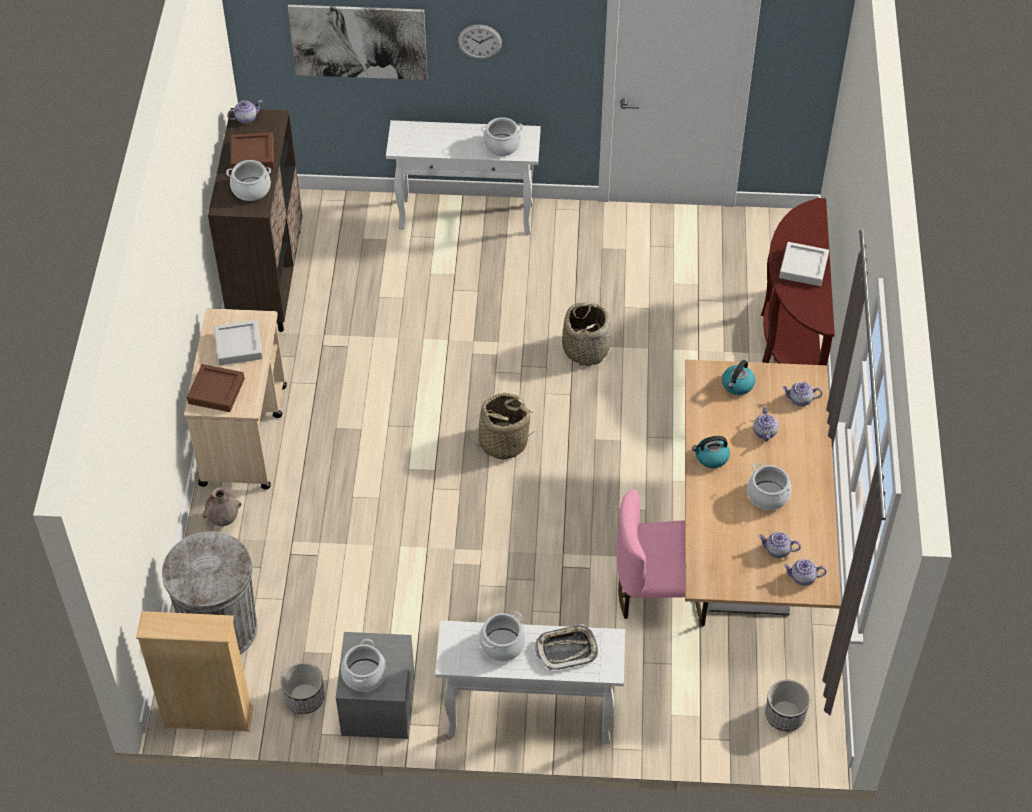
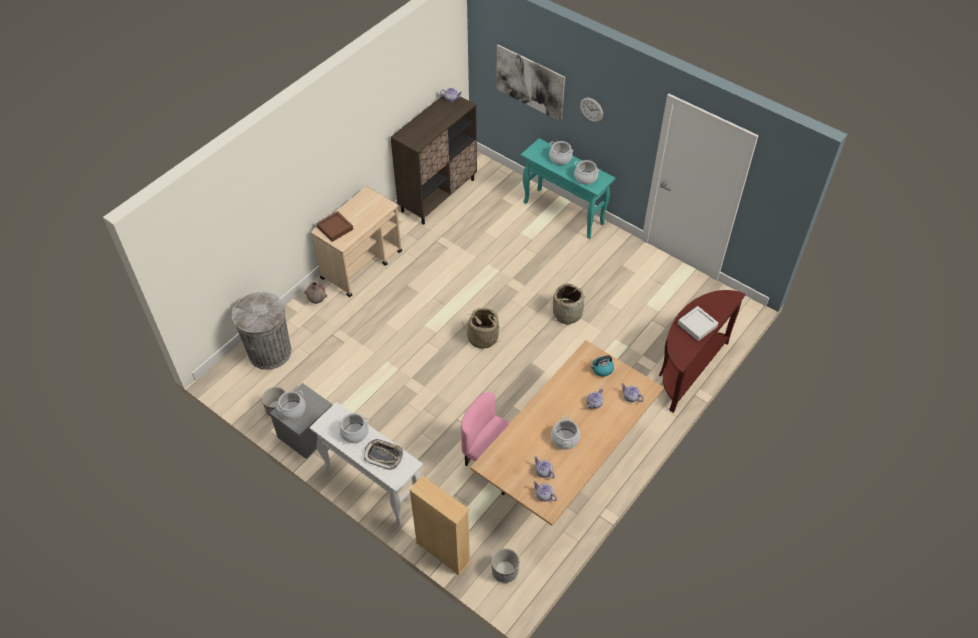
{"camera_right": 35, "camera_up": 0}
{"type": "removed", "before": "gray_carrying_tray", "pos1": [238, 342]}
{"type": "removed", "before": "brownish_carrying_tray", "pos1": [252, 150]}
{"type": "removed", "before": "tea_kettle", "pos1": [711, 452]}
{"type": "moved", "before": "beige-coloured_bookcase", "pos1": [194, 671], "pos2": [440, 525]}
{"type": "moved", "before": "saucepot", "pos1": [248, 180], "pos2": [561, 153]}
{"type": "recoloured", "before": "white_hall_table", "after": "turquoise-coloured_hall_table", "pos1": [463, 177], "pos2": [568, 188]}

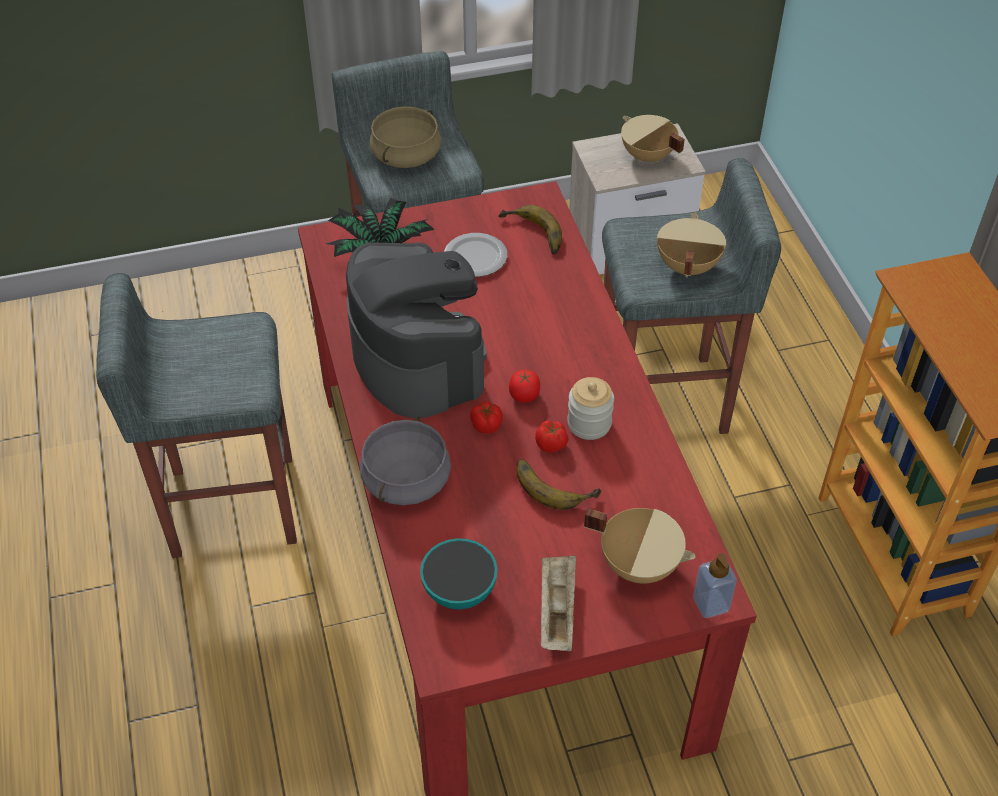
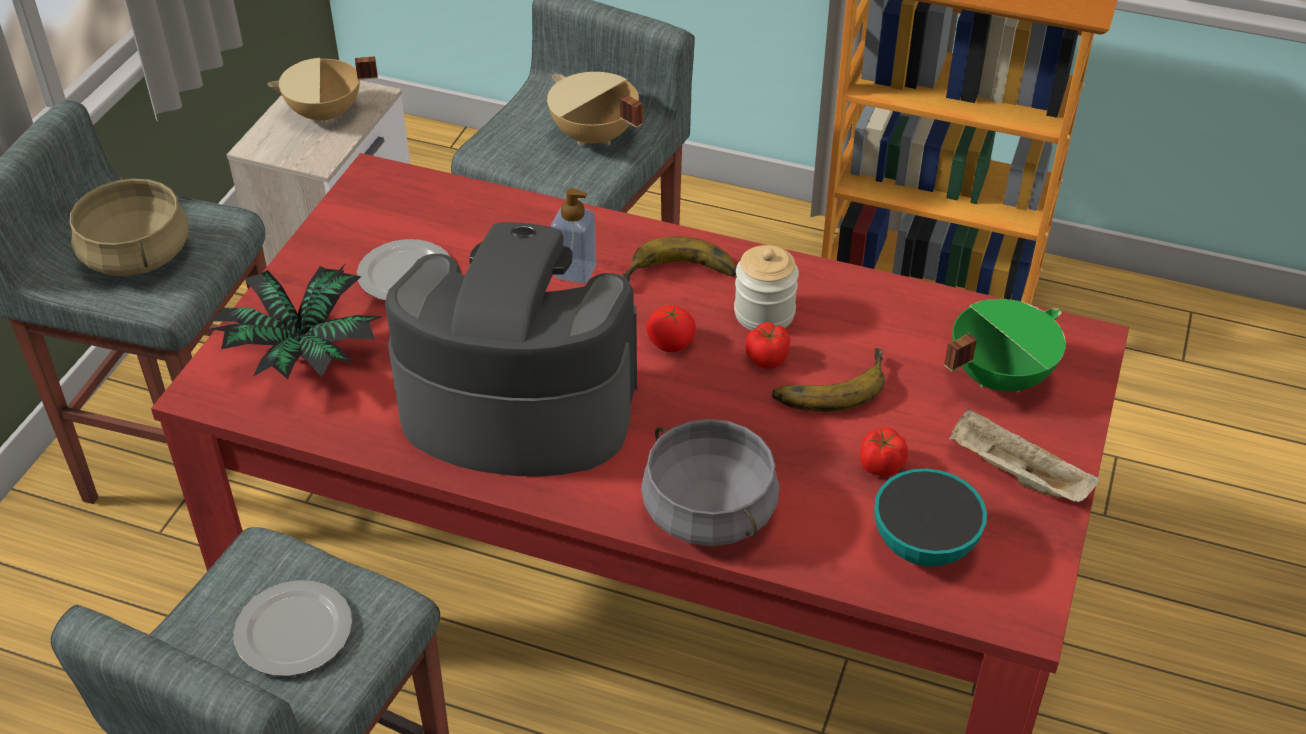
{"camera_right": -55, "camera_up": -5}
{"type": "added", "after": "plate", "pos2": [292, 628]}
{"type": "moved", "before": "whole_tomato", "pos1": [486, 417], "pos2": [884, 452]}
{"type": "moved", "before": "banana_fruit", "pos1": [530, 229], "pos2": [679, 259]}
{"type": "moved", "before": "liquid_soap_bottle", "pos1": [715, 585], "pos2": [573, 236]}
{"type": "recoloured", "before": "beige-coloured_saucepot", "after": "greenish_saucepot", "pos1": [639, 546], "pos2": [1005, 345]}

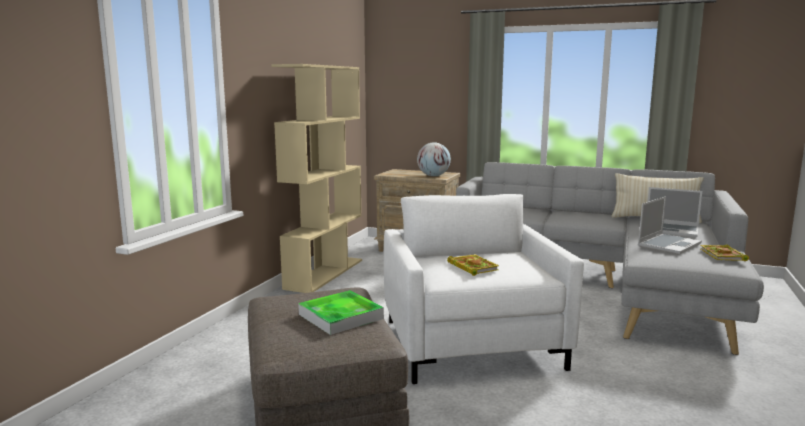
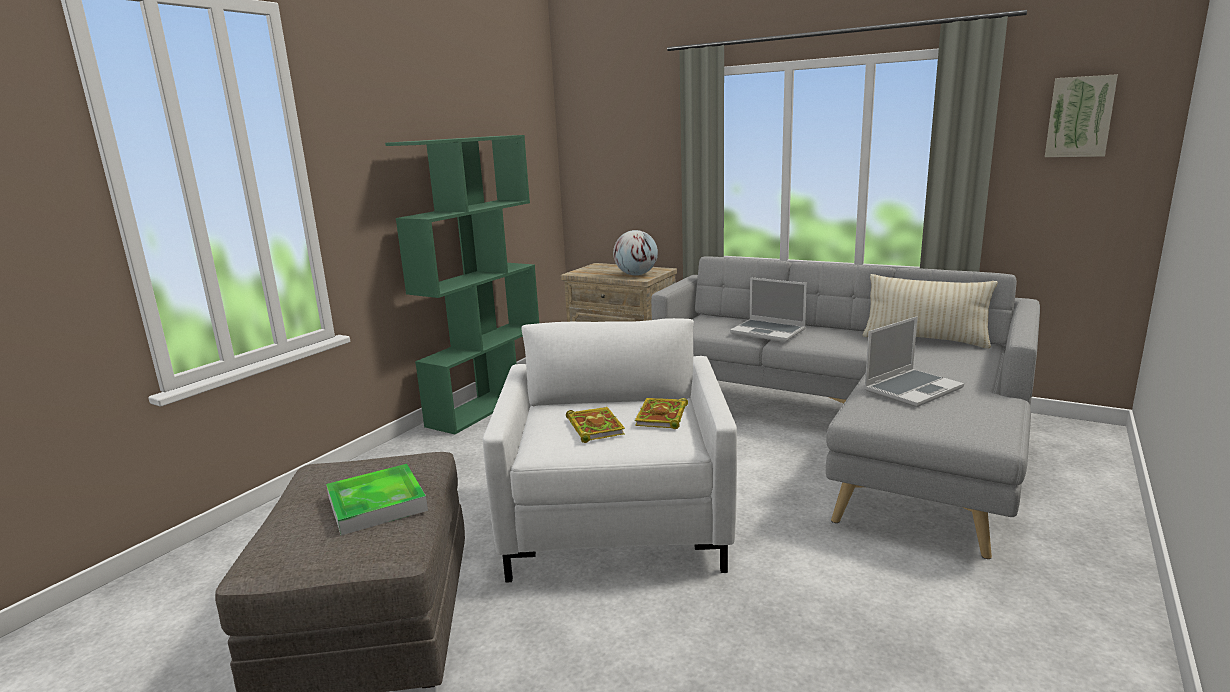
{"camera_right": 10, "camera_up": 5}
{"type": "added", "after": "wall_picture", "pos2": [1081, 115]}
{"type": "moved", "before": "notebook_computer", "pos1": [675, 212], "pos2": [768, 309]}
{"type": "moved", "before": "volume", "pos1": [724, 252], "pos2": [661, 413]}
{"type": "recoloured", "before": "beige-coloured_bookcase", "after": "greenish_bookcase", "pos1": [317, 178], "pos2": [462, 284]}

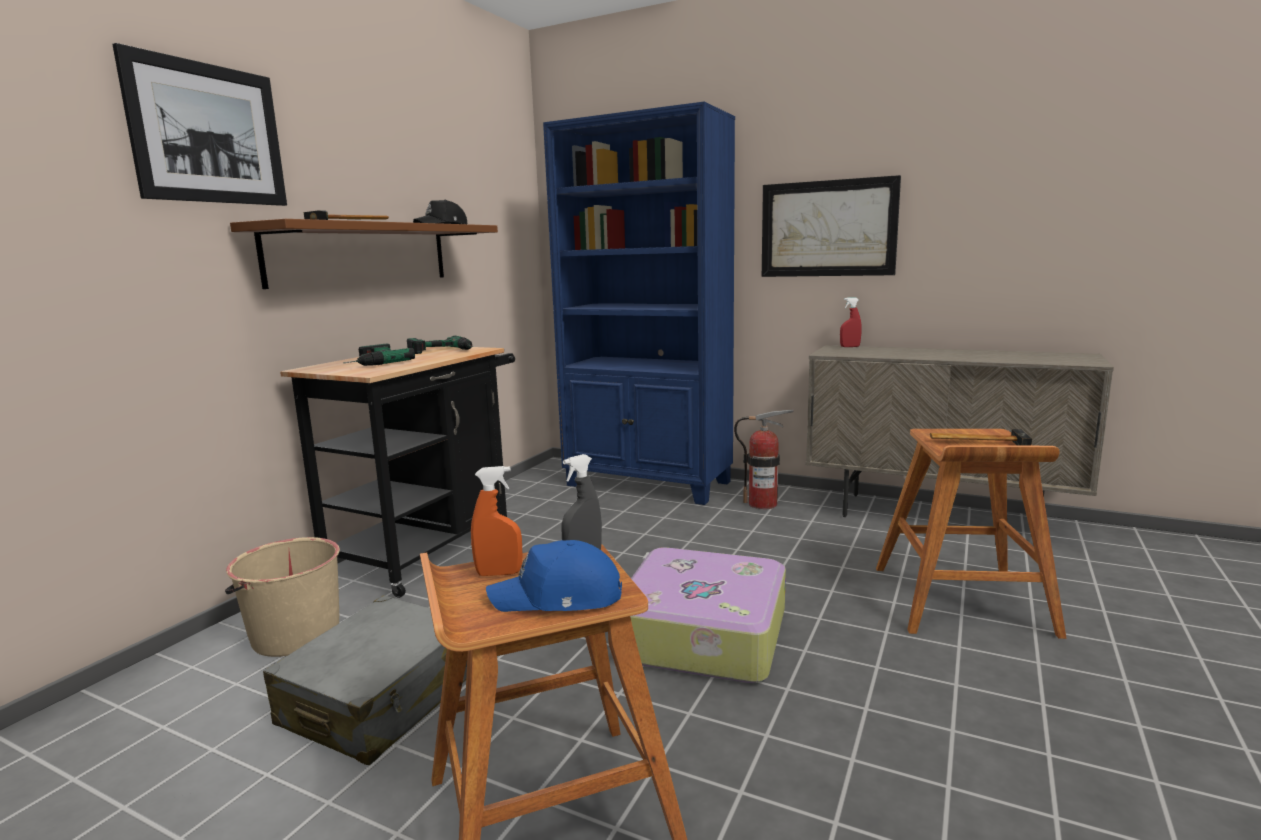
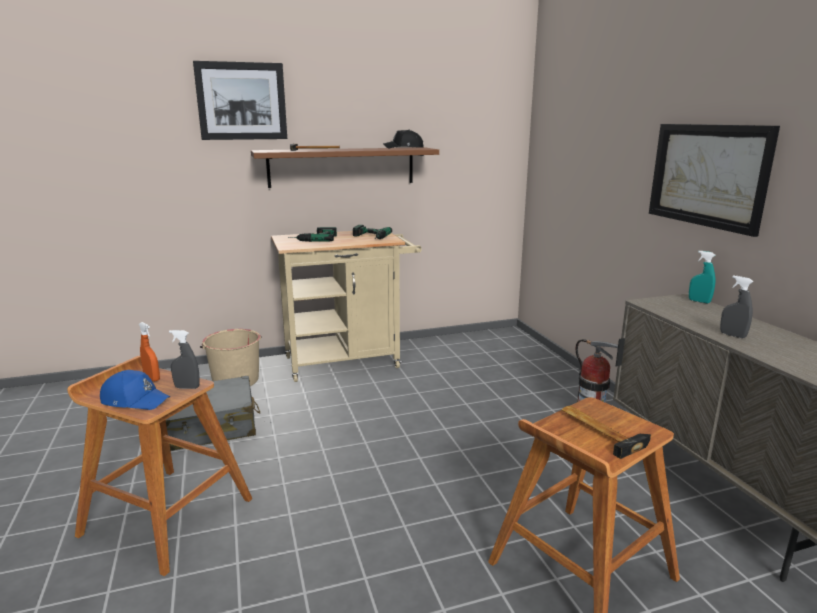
{"camera_right": 45, "camera_up": 5}
{"type": "removed", "before": "blue_bookcase", "pos1": [639, 303]}
{"type": "removed", "before": "piece_of_luggage", "pos1": [708, 615]}
{"type": "added", "after": "gray_sprayer", "pos2": [737, 306]}
{"type": "recoloured", "before": "black_wheeled_cart", "after": "beige-coloured_wheeled_cart", "pos1": [397, 472], "pos2": [346, 306]}
{"type": "recoloured", "before": "reddish_sprayer", "after": "turquoise-coloured_sprayer", "pos1": [851, 322], "pos2": [702, 277]}
{"type": "turned", "before": "blue_peaked_cap", "pos1": [554, 576], "pos2": [135, 390], "turn": 150}

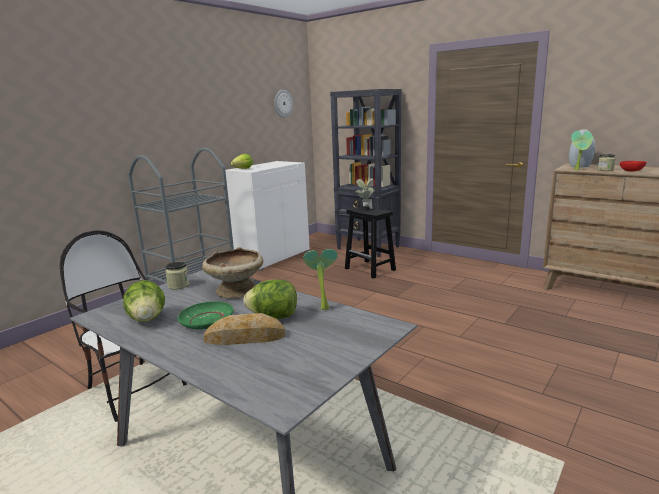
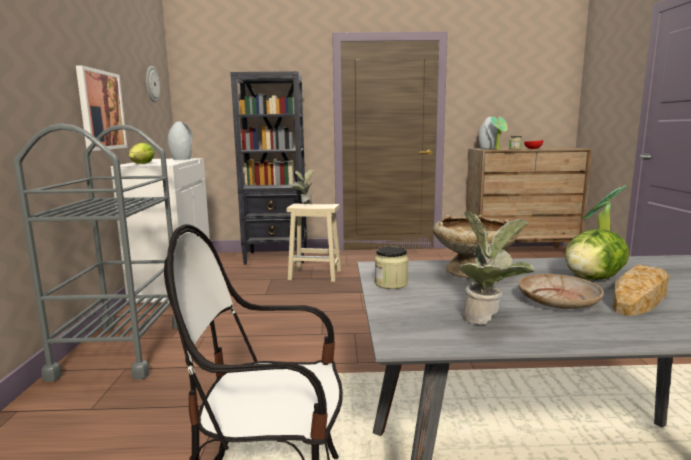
{"camera_right": -40, "camera_up": -5}
{"type": "added", "after": "wall_picture", "pos2": [101, 108]}
{"type": "added", "after": "gray_decorative_vase", "pos2": [180, 141]}
{"type": "replaced", "before": "lettuce", "after": "potted_plant", "pos1": [144, 301], "pos2": [497, 268]}
{"type": "recoloured", "before": "greenish_plate", "after": "beige-coloured_plate", "pos1": [205, 315], "pos2": [561, 291]}
{"type": "recoloured", "before": "black_stool_seat", "after": "beige-coloured_stool_seat", "pos1": [370, 242], "pos2": [314, 242]}

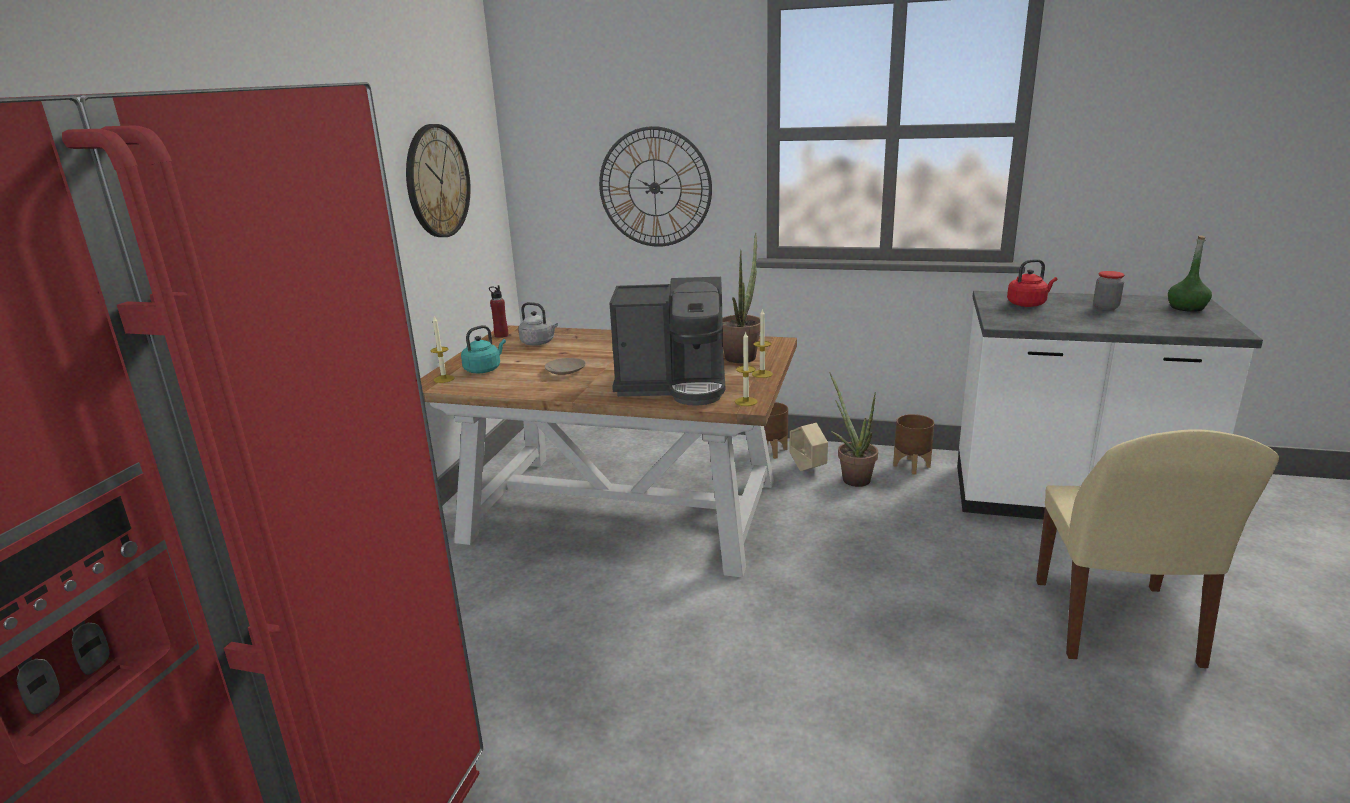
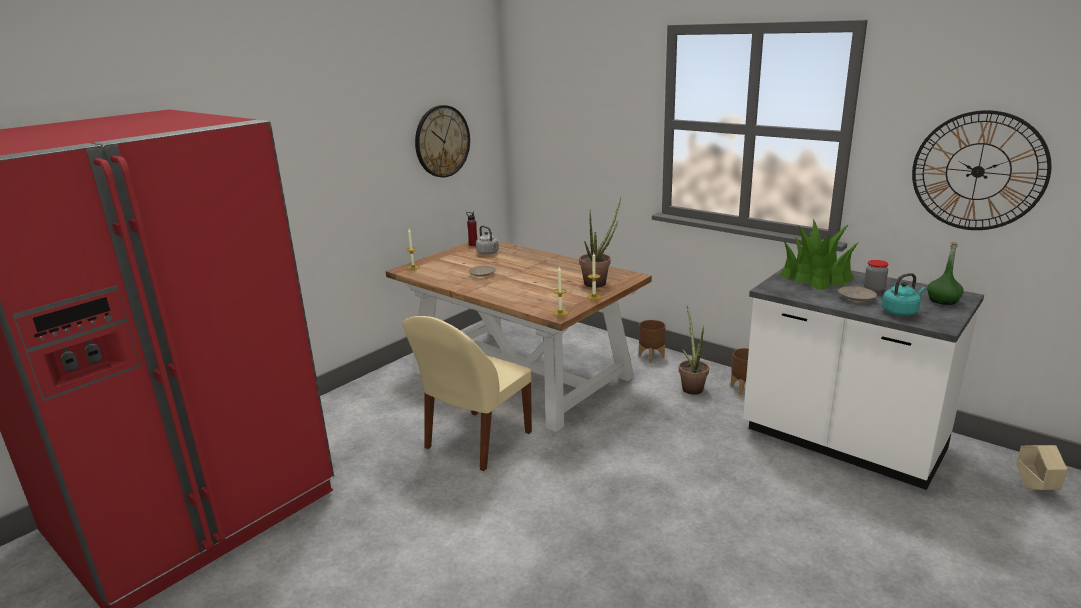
{"camera_right": 25, "camera_up": 0}
{"type": "removed", "before": "coffee_machine", "pos1": [667, 341]}
{"type": "added", "after": "beige-coloured_plate", "pos2": [857, 293]}
{"type": "moved", "before": "turquoise-coloured_tea_kettle", "pos1": [483, 349], "pos2": [903, 294]}
{"type": "moved", "before": "hanging_clock", "pos1": [655, 186], "pos2": [982, 170]}
{"type": "moved", "before": "beige-coloured_planter", "pos1": [808, 447], "pos2": [1041, 467]}
{"type": "moved", "before": "beige-coloured_plain_chair", "pos1": [1157, 548], "pos2": [467, 393]}
{"type": "replaced", "before": "reddish_tea_kettle", "after": "potted_plant", "pos1": [1032, 283], "pos2": [818, 254]}

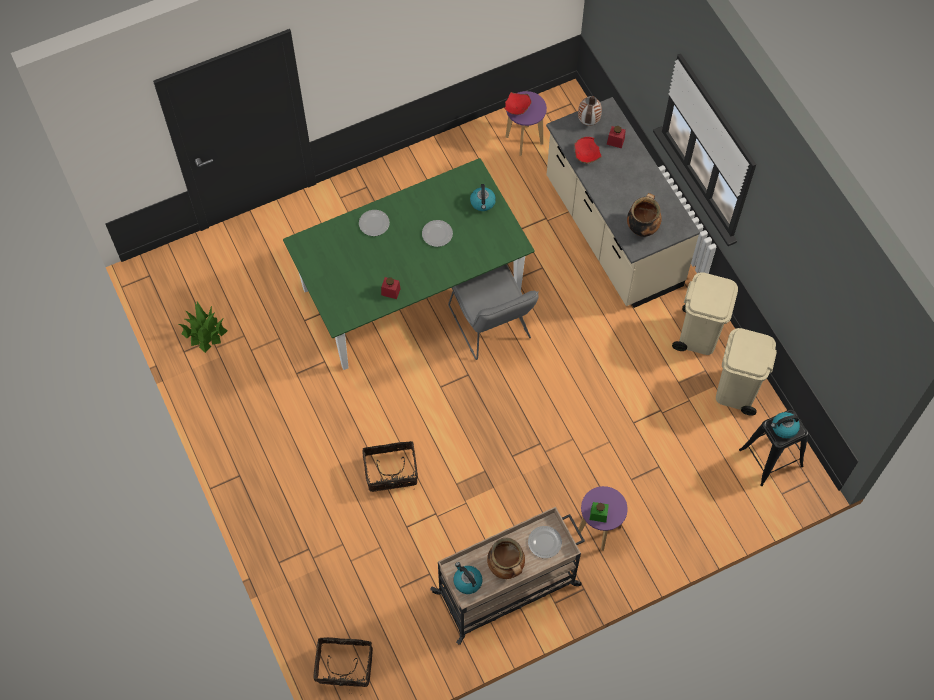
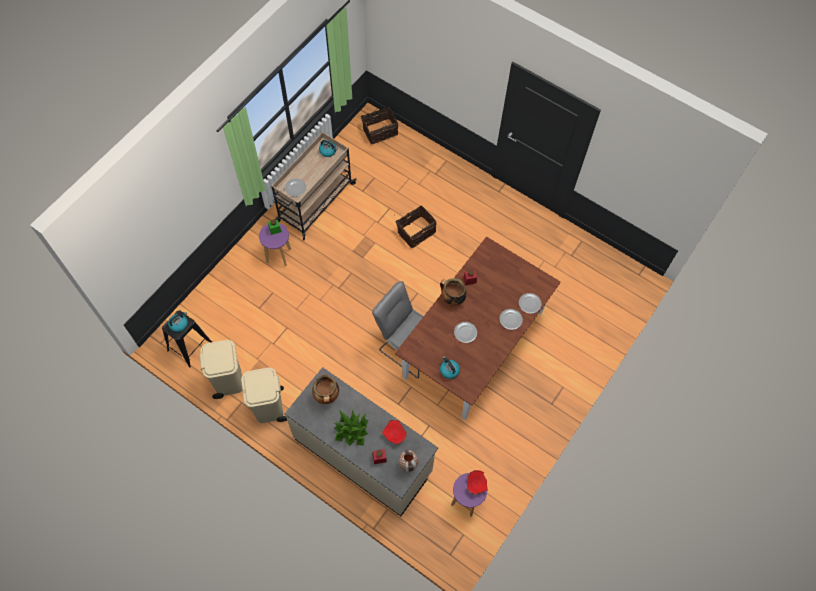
{"camera_right": 150, "camera_up": 0}
{"type": "added", "after": "plate", "pos2": [530, 303]}
{"type": "moved", "before": "potted_plant", "pos1": [203, 327], "pos2": [351, 427]}
{"type": "moved", "before": "saucepot", "pos1": [506, 558], "pos2": [453, 292]}
{"type": "recoloured", "before": "greenish_dining_table", "after": "brownish_dining_table", "pos1": [409, 264], "pos2": [478, 328]}

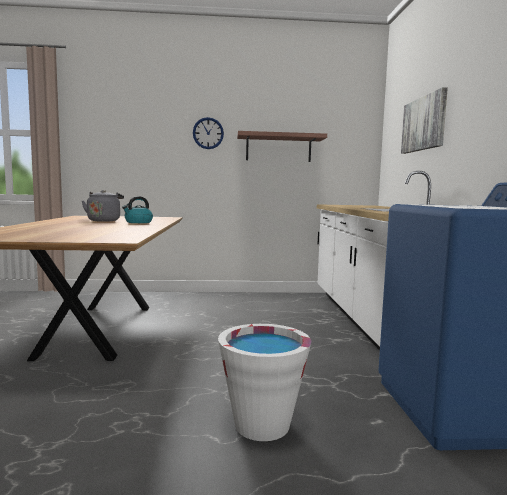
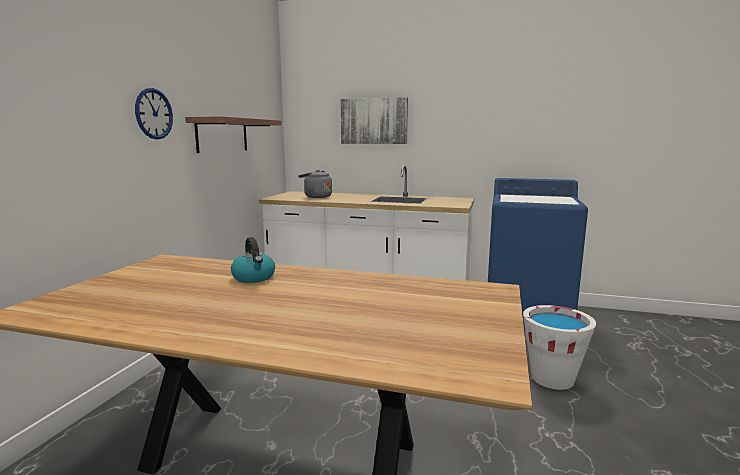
{"camera_right": -70, "camera_up": 5}
{"type": "moved", "before": "gray_tea_kettle", "pos1": [103, 206], "pos2": [315, 184]}

